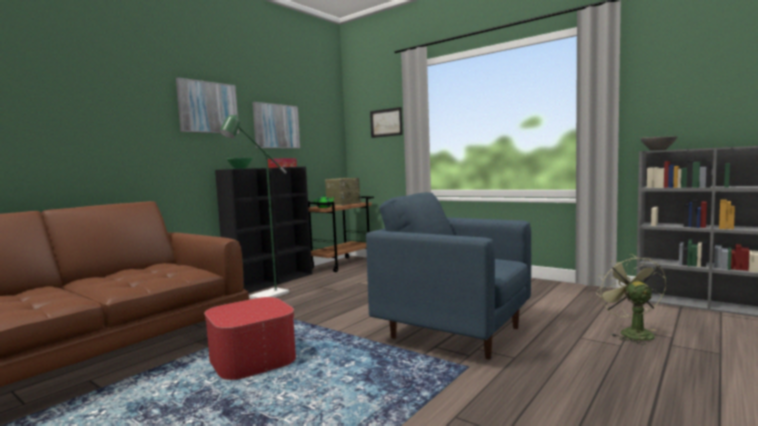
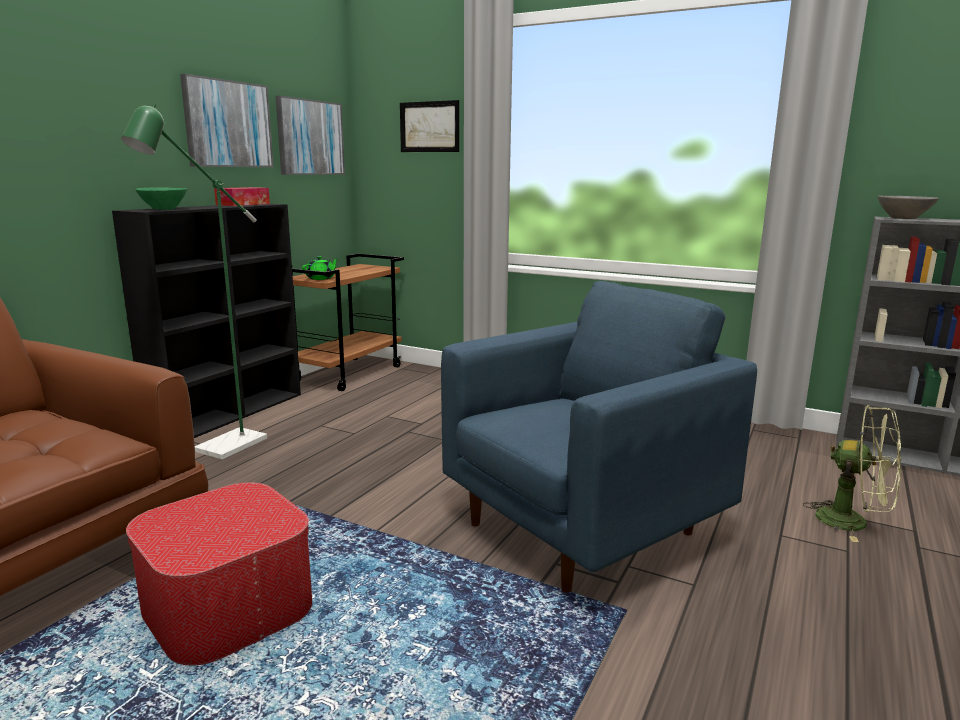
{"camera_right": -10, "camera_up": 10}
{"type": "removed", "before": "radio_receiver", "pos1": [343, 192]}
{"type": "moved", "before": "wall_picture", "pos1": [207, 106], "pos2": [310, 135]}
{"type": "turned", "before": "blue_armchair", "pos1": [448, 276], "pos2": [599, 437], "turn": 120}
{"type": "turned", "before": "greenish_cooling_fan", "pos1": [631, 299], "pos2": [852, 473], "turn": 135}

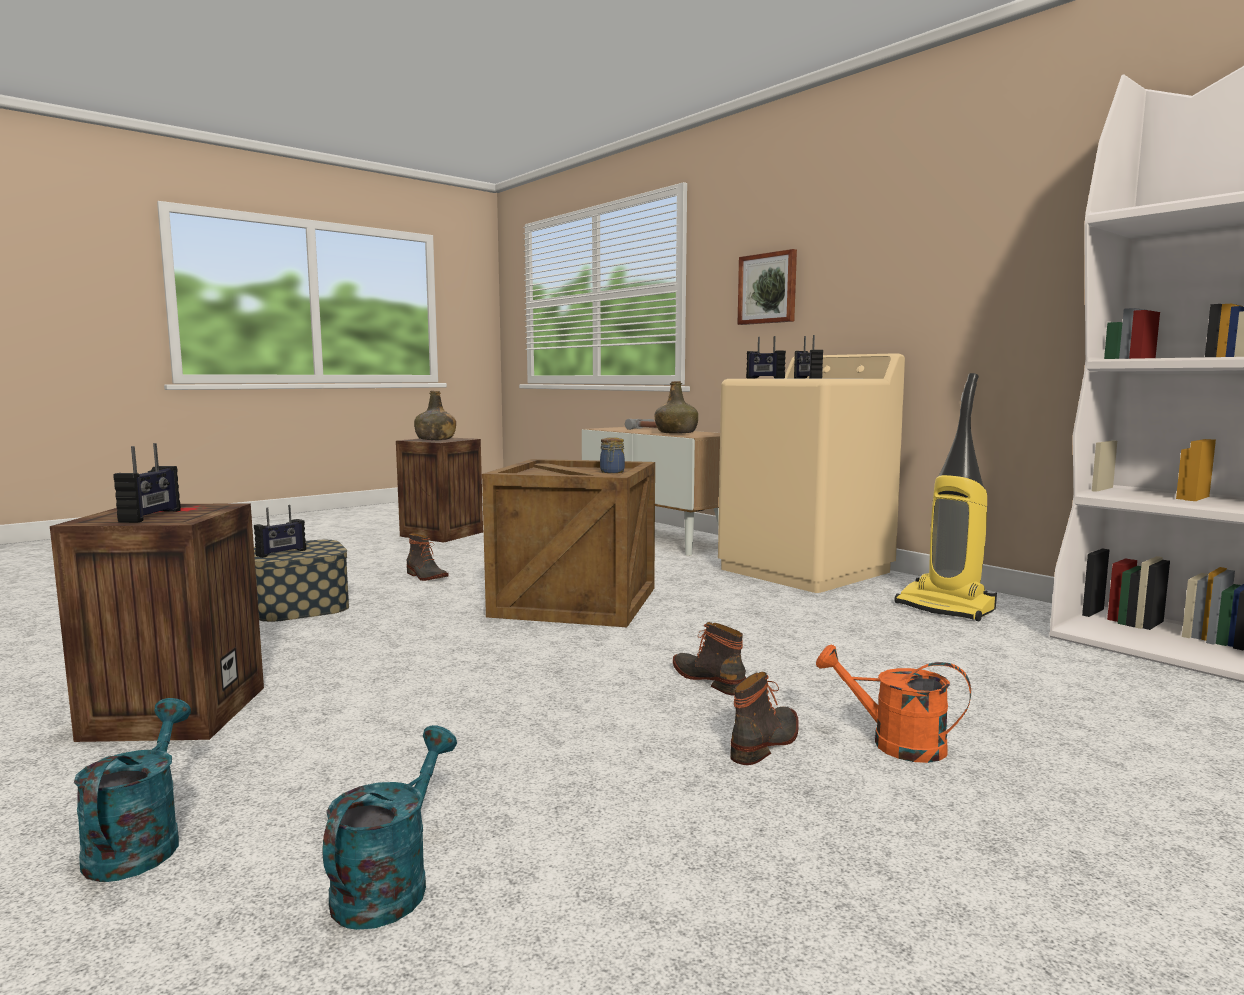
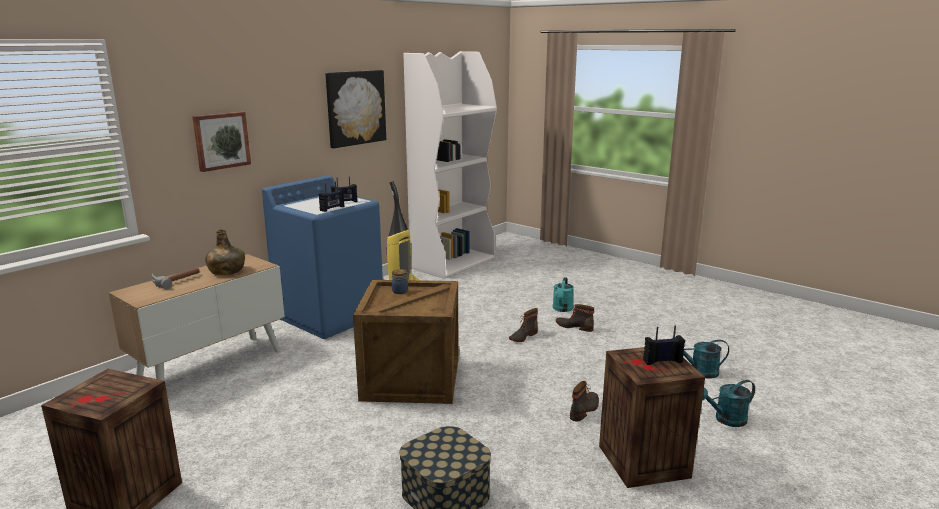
{"camera_right": -100, "camera_up": 10}
{"type": "removed", "before": "radio_receiver", "pos1": [280, 531]}
{"type": "removed", "before": "greenish_bottle", "pos1": [435, 415]}
{"type": "added", "after": "wall_picture", "pos2": [355, 109]}
{"type": "moved", "before": "tall_boot", "pos1": [428, 557], "pos2": [584, 401]}
{"type": "recoloured", "before": "beige-coloured_laundry_machine", "after": "blue_laundry_machine", "pos1": [811, 473], "pos2": [322, 257]}
{"type": "recoloured", "before": "orange-coloured_watering_pot", "after": "turquoise-coloured_watering_pot", "pos1": [893, 703], "pos2": [563, 294]}

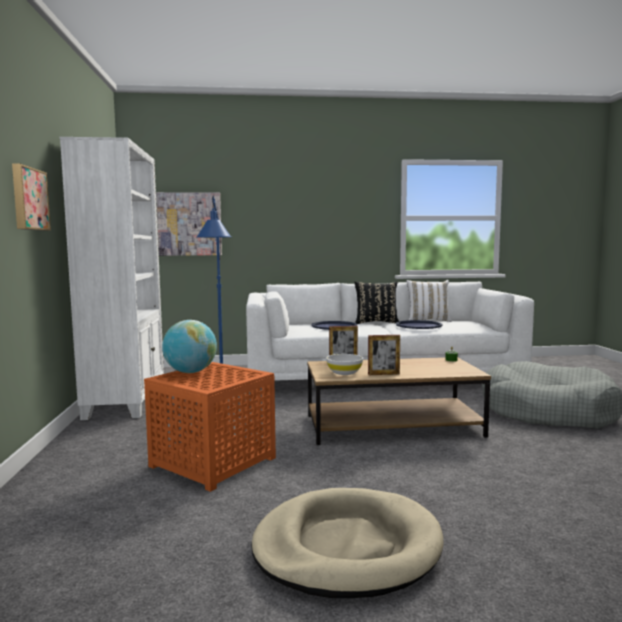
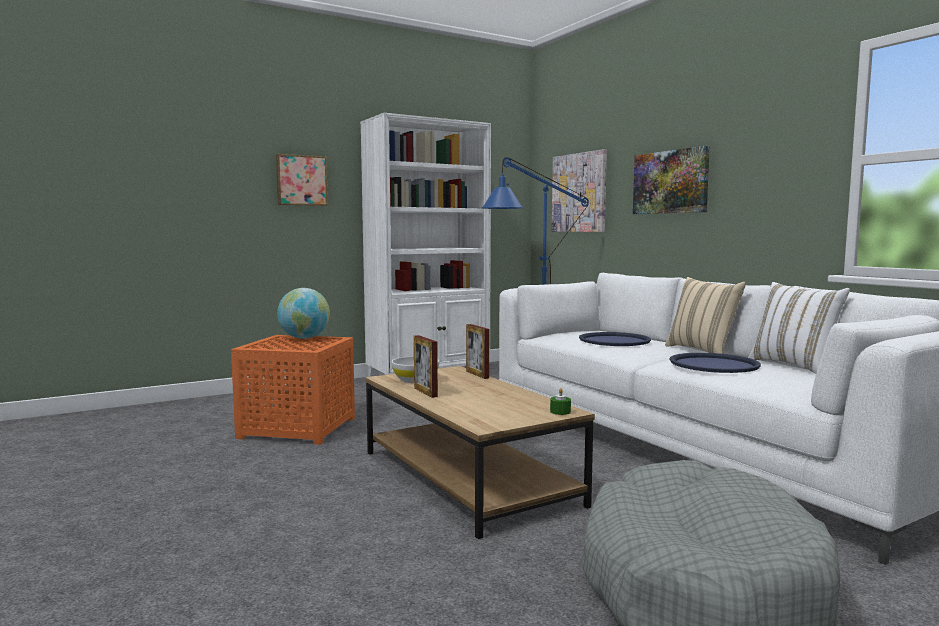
{"camera_right": 65, "camera_up": 0}
{"type": "removed", "before": "beige-coloured_pet_bed", "pos1": [347, 543]}
{"type": "added", "after": "wall_picture", "pos2": [671, 180]}
{"type": "recoloured", "before": "black_cushion", "after": "beige-coloured_cushion", "pos1": [376, 302], "pos2": [705, 315]}

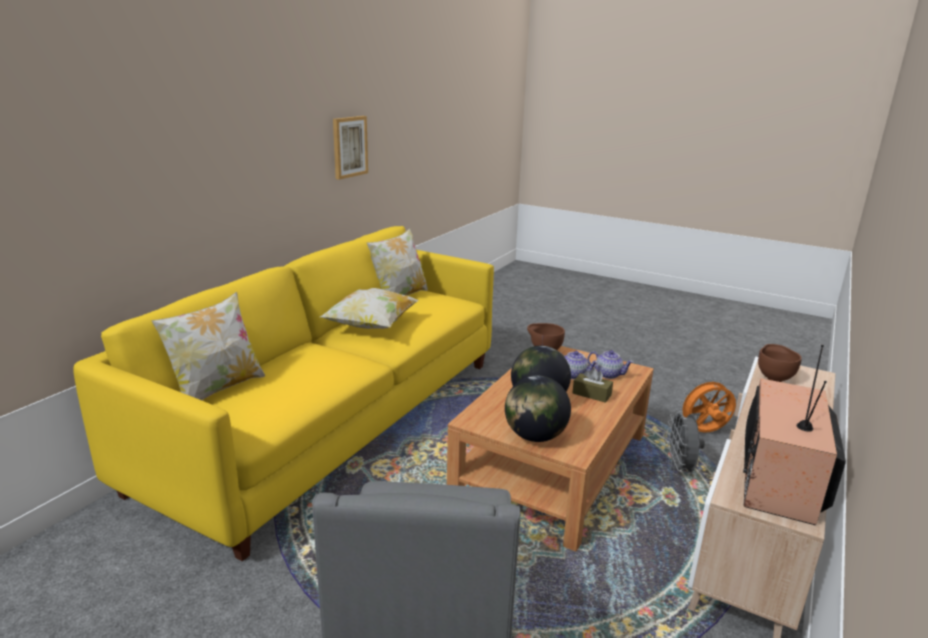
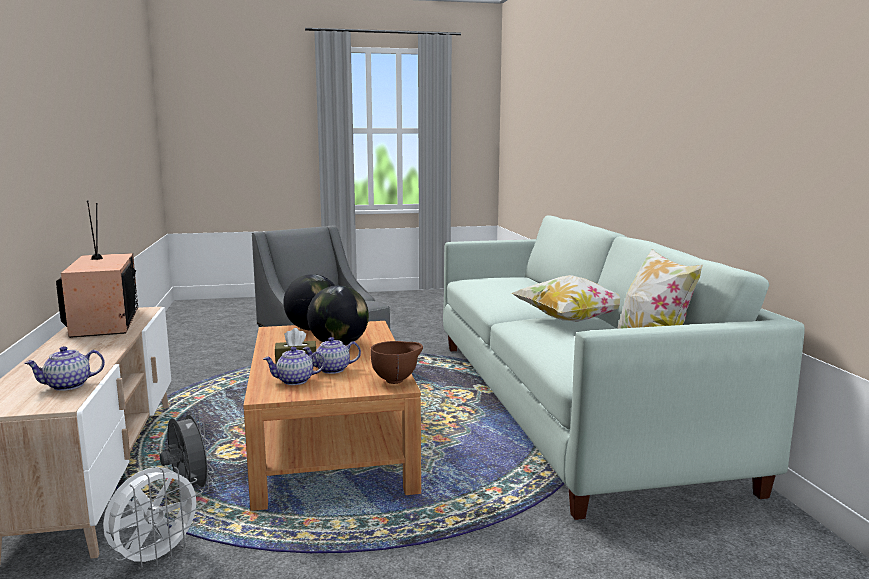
{"camera_right": 140, "camera_up": -10}
{"type": "removed", "before": "cushion", "pos1": [208, 346]}
{"type": "removed", "before": "wall_picture", "pos1": [350, 148]}
{"type": "replaced", "before": "brownish_bowl", "after": "teapot", "pos1": [780, 363], "pos2": [65, 368]}
{"type": "recoloured", "before": "yellow_sofa", "after": "white_sofa", "pos1": [283, 393], "pos2": [624, 367]}
{"type": "recoloured", "before": "orange-coloured_cooling_fan", "after": "white_cooling_fan", "pos1": [707, 405], "pos2": [153, 518]}

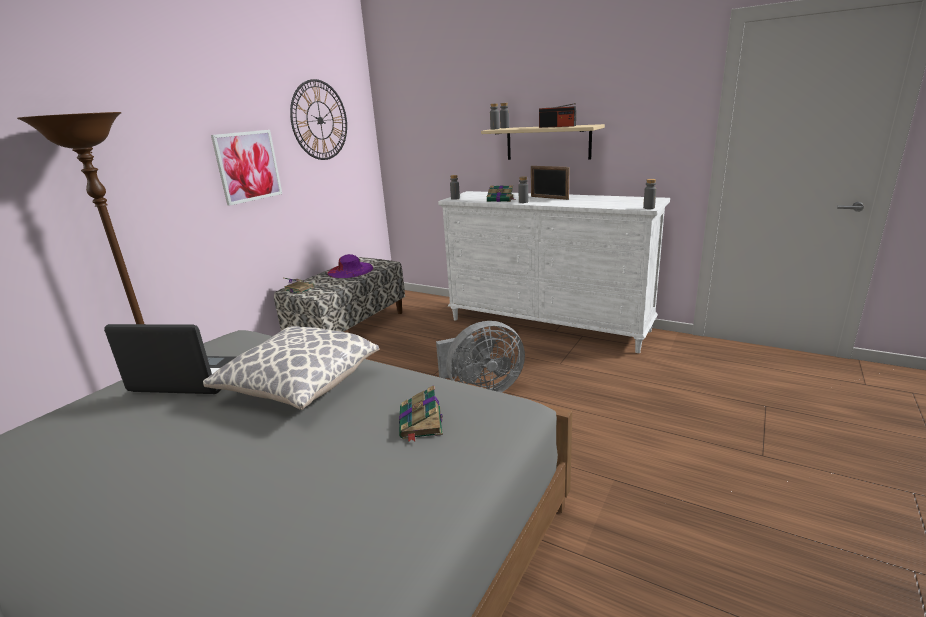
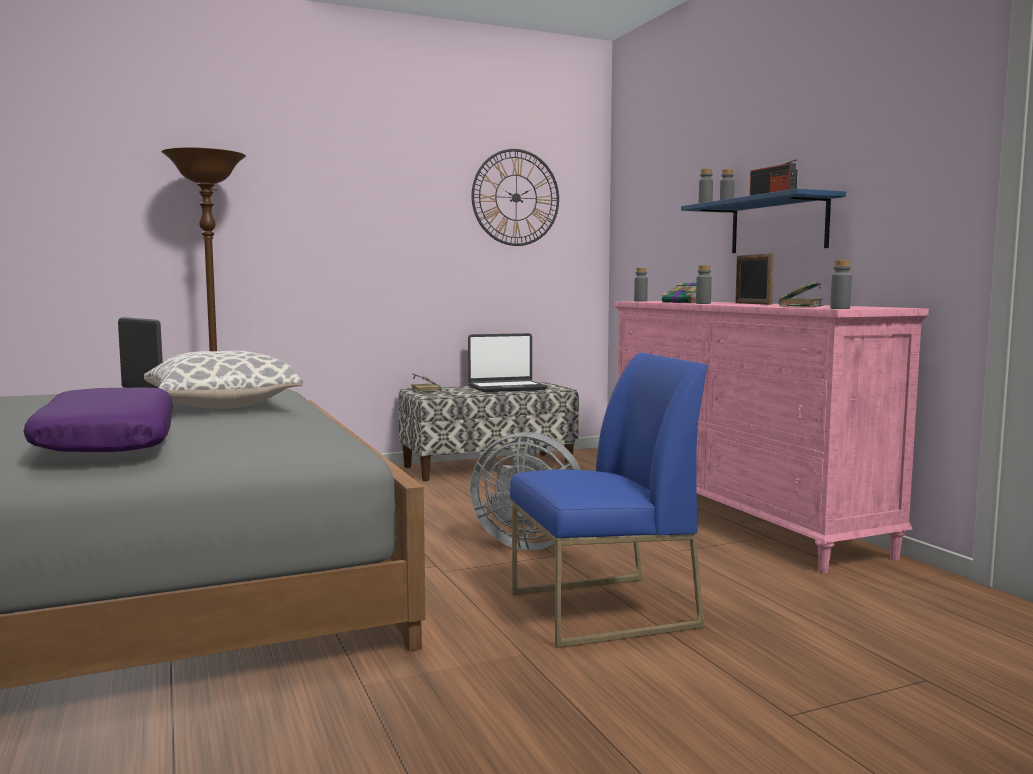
{"camera_right": 35, "camera_up": -15}
{"type": "removed", "before": "wall_picture", "pos1": [246, 168]}
{"type": "added", "after": "purplish_cushion", "pos2": [98, 420]}
{"type": "added", "after": "blue_plain_chair", "pos2": [608, 500]}
{"type": "moved", "before": "volume", "pos1": [421, 413], "pos2": [802, 294]}
{"type": "replaced", "before": "purplish_hat", "after": "notebook_computer", "pos1": [350, 266], "pos2": [508, 362]}
{"type": "recoloured", "before": "white_dresser", "after": "pink_dresser", "pos1": [554, 272], "pos2": [771, 437]}
{"type": "recoloured", "before": "beige-coloured_wall_shelf", "after": "blue_wall_shelf", "pos1": [543, 142], "pos2": [763, 221]}

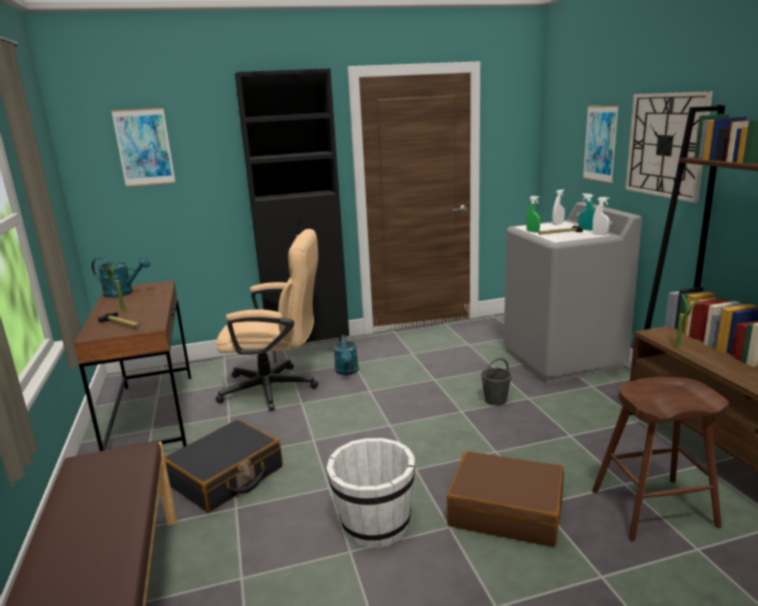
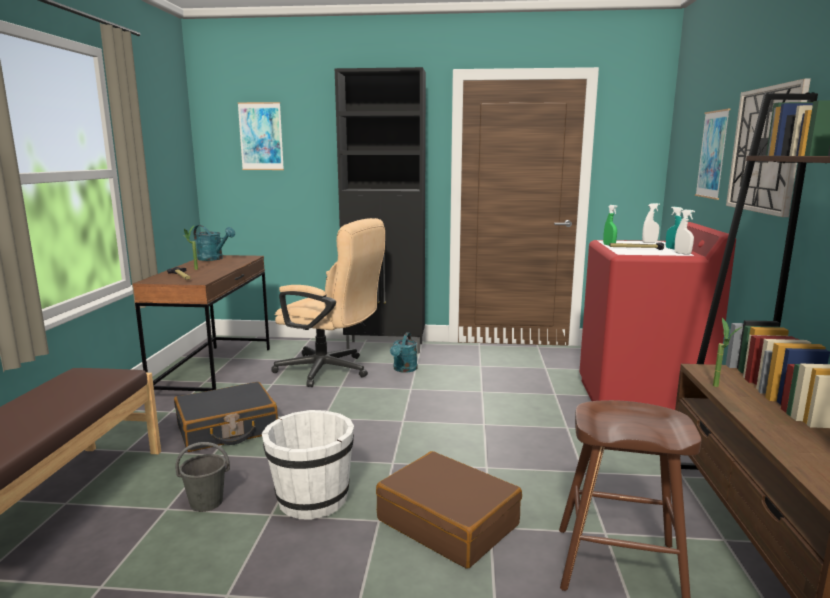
{"camera_right": 20, "camera_up": -5}
{"type": "moved", "before": "gray_water_bucket", "pos1": [496, 382], "pos2": [203, 477]}
{"type": "recoloured", "before": "gray_laundry_machine", "after": "reddish_laundry_machine", "pos1": [573, 293], "pos2": [657, 316]}

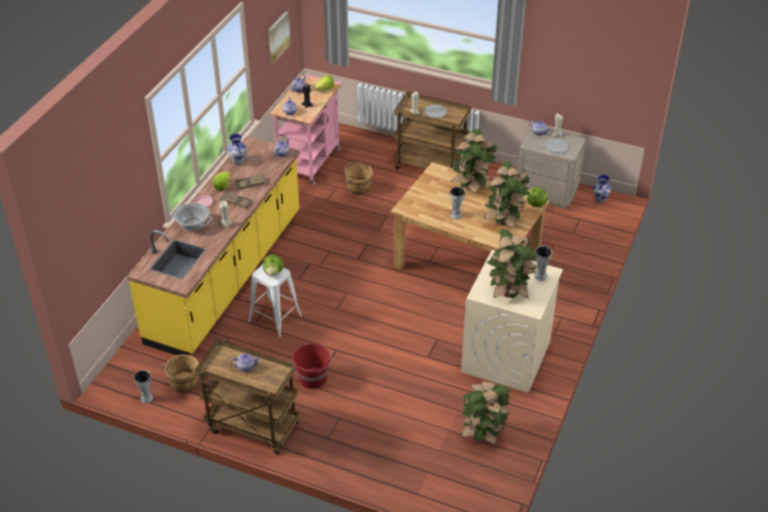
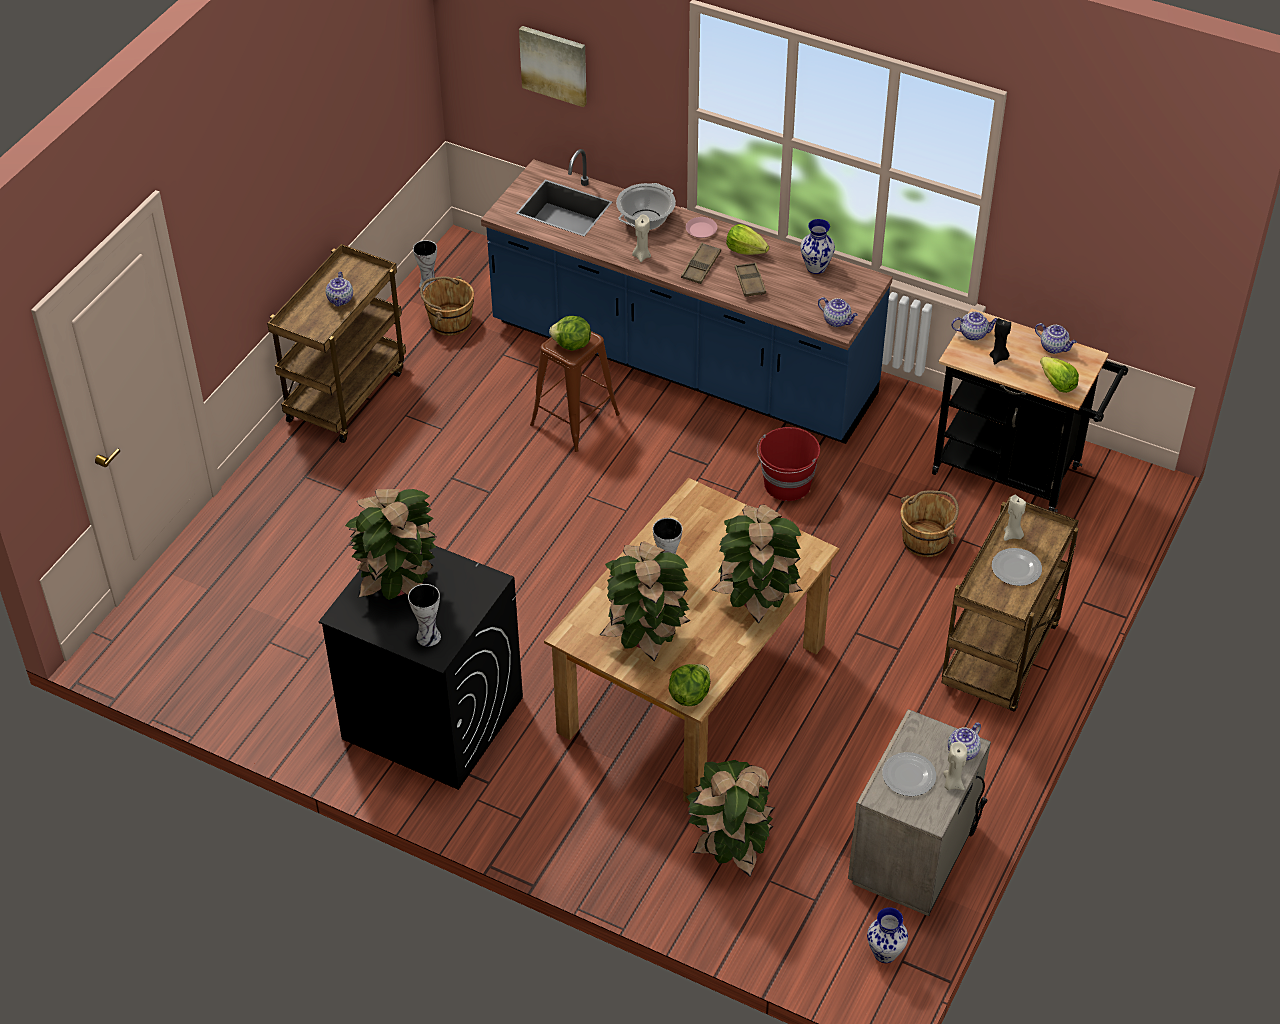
{"camera_right": 95, "camera_up": 5}
{"type": "moved", "before": "wall_picture", "pos1": [279, 37], "pos2": [553, 66]}
{"type": "moved", "before": "reddish_water_bucket", "pos1": [312, 366], "pos2": [788, 464]}
{"type": "moved", "before": "potted_plant", "pos1": [485, 413], "pos2": [730, 818]}
{"type": "recoloured", "before": "yellow_kitchen_base_unit", "after": "blue_kitchen_base_unit", "pos1": [213, 245], "pos2": [687, 296]}
{"type": "recoloured", "before": "white_stool_seat", "after": "brownish_stool_seat", "pos1": [275, 300], "pos2": [575, 391]}
{"type": "recoloured", "before": "pink_wheeled_cart", "after": "black_wheeled_cart", "pos1": [306, 129], "pos2": [1030, 410]}
{"type": "recoloured", "before": "beige-coloured_laundry_machine", "after": "black_laundry_machine", "pos1": [512, 321], "pos2": [421, 668]}

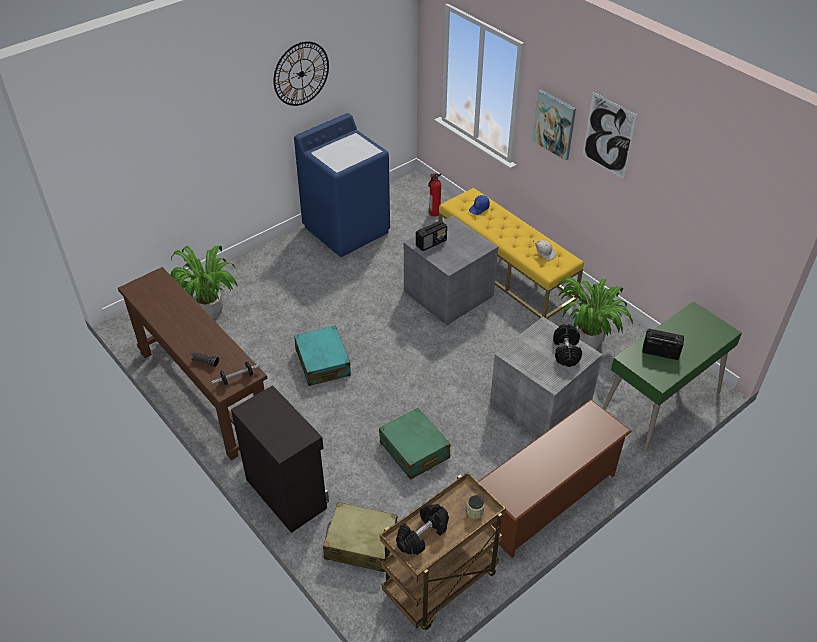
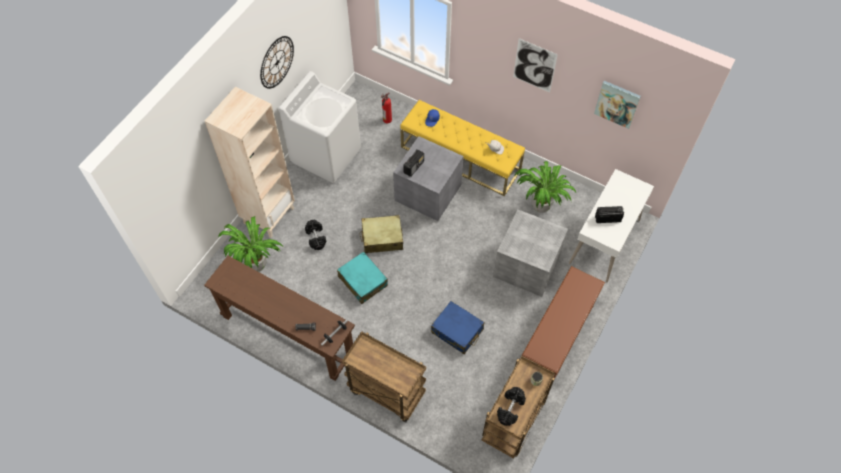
{"camera_right": -20, "camera_up": 15}
{"type": "added", "after": "beige-coloured_bookcase", "pos2": [250, 162]}
{"type": "moved", "before": "beige-coloured_piece_of_luggage", "pos1": [360, 537], "pos2": [381, 234]}
{"type": "moved", "before": "wall_picture", "pos1": [554, 125], "pos2": [617, 105]}
{"type": "moved", "before": "black_free_weight", "pos1": [567, 345], "pos2": [315, 234]}
{"type": "replaced", "before": "black_cabinet", "after": "brownish_wheeled_cart", "pos1": [280, 459], "pos2": [384, 376]}
{"type": "recoloured", "before": "blue_laundry_machine", "after": "white_laundry_machine", "pos1": [342, 185], "pos2": [320, 127]}
{"type": "recoloured", "before": "greenish_piece_of_luggage", "after": "blue_piece_of_luggage", "pos1": [415, 444], "pos2": [457, 327]}
{"type": "recoloured", "before": "greenish_desk_unit", "after": "white_desk_unit", "pos1": [672, 377], "pos2": [611, 225]}

